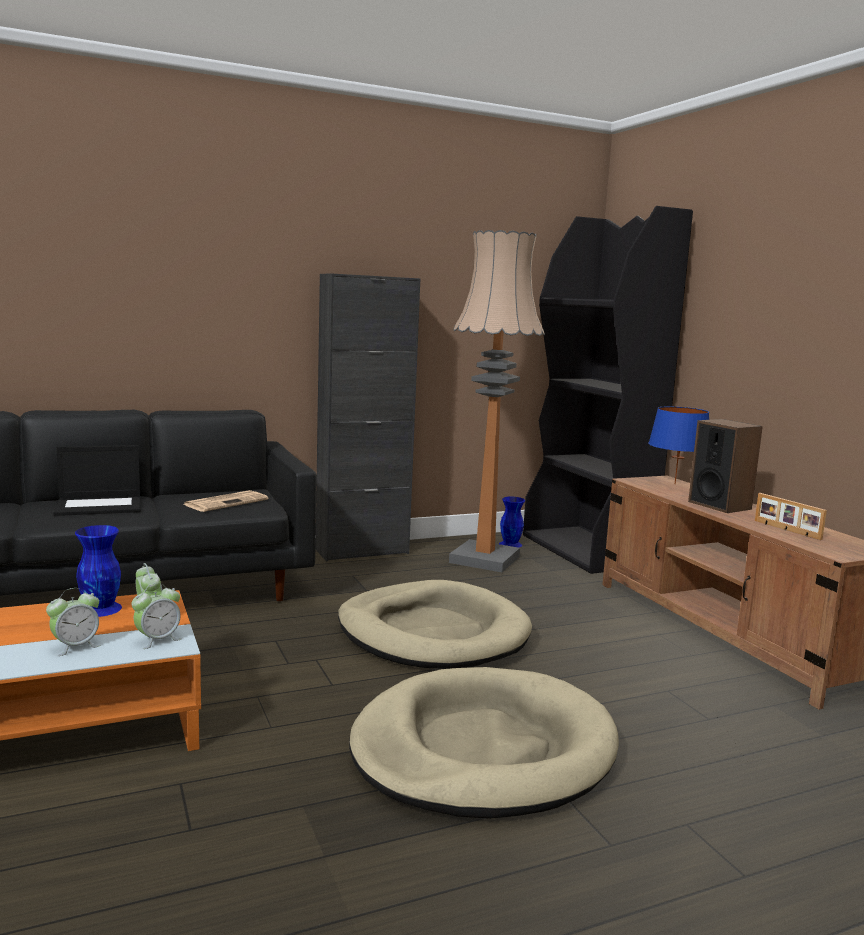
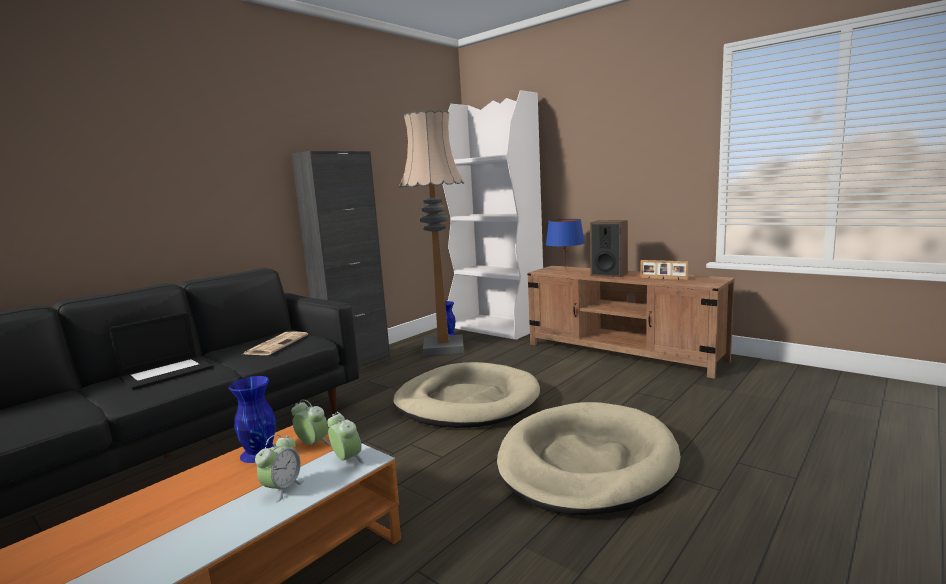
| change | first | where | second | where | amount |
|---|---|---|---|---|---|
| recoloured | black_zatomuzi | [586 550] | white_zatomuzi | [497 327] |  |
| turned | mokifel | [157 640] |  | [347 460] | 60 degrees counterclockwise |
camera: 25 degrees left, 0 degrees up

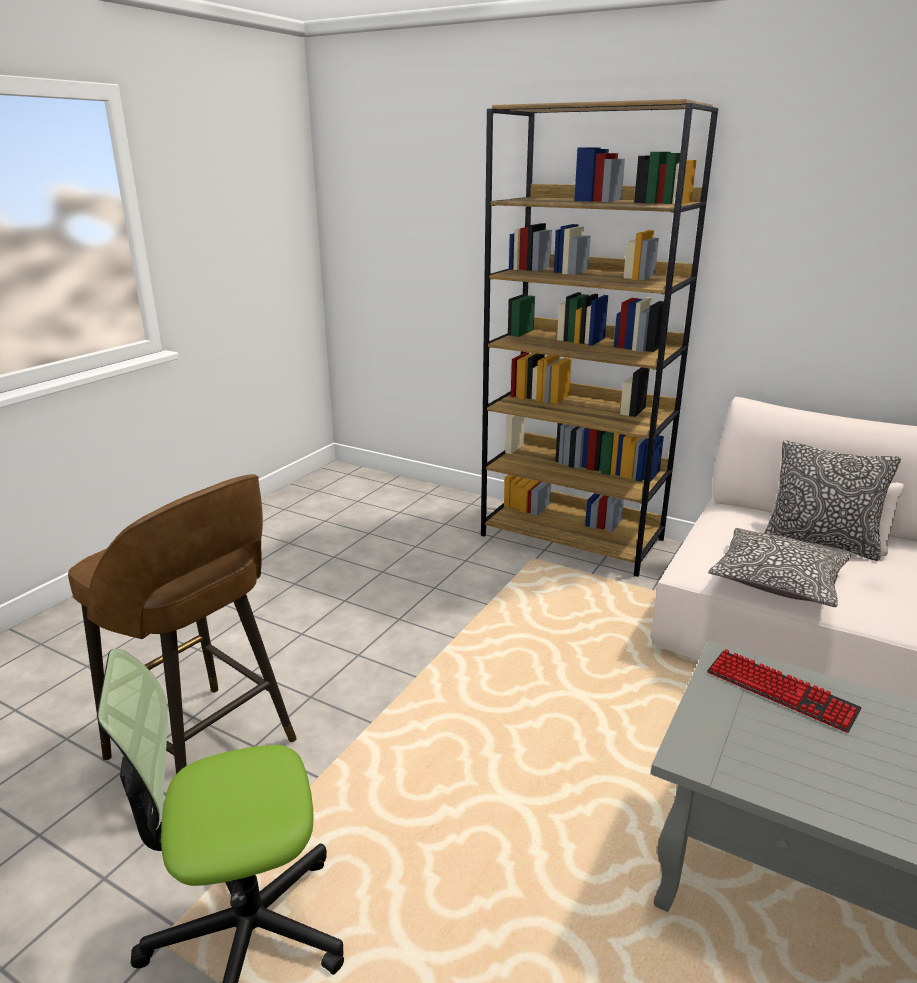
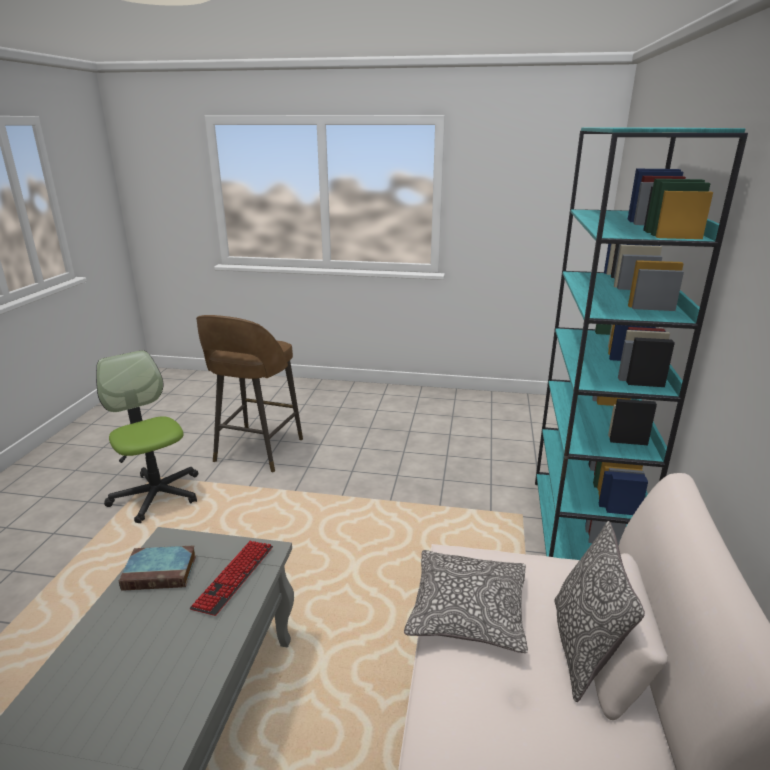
| change | first | where | second | where | amount |
|---|---|---|---|---|---|
| recoloured | brown_zatomuzi | [573 537] | turquoise_zatomuzi | [581 530] |  |
| added |  |  | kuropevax | [162 572] |  |
camera: 70 degrees right, 0 degrees up

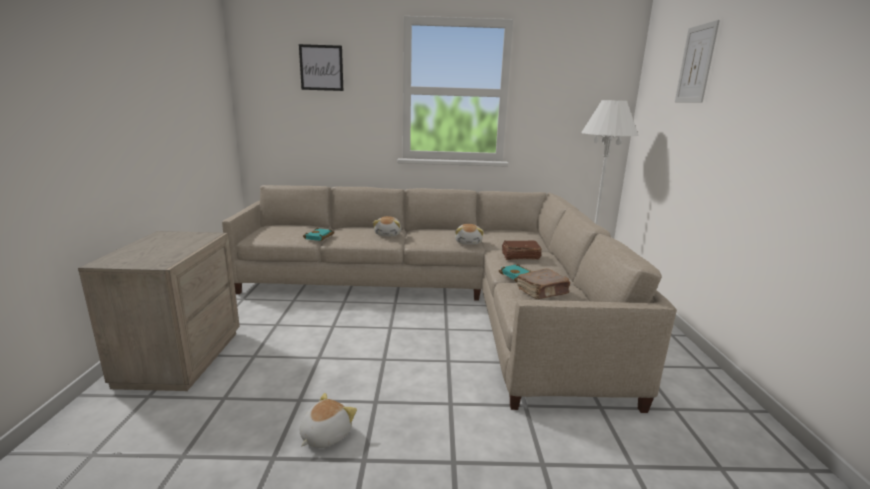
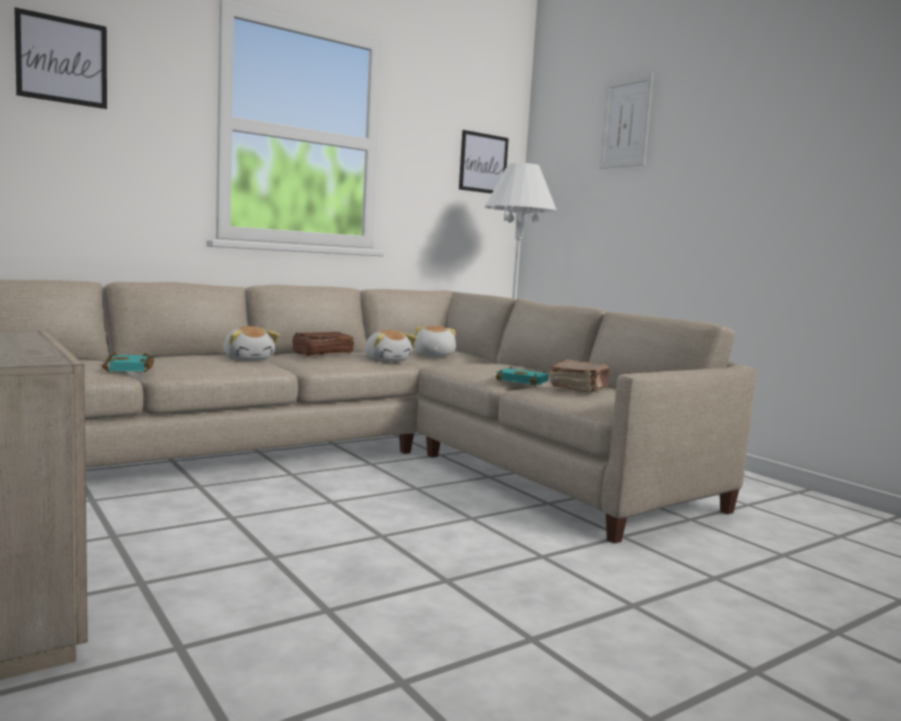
| change | first | where | second | where | amount |
|---|---|---|---|---|---|
| moved | brown_kuropevax | [520 257] |  | [321 354] |  |
| moved | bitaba | [325 435] |  | [433 355] |  |
| added |  |  | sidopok | [483 163] |  |
camera: 35 degrees left, 10 degrees down

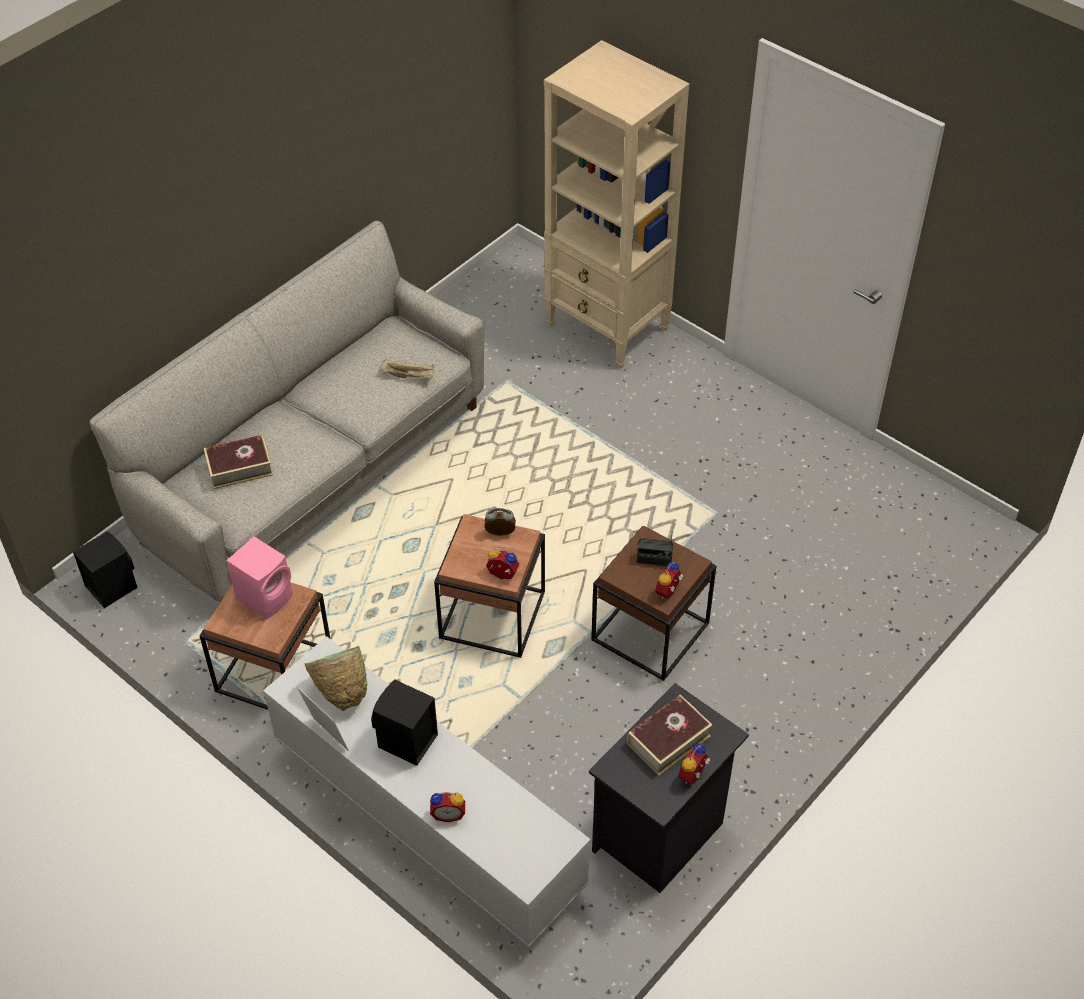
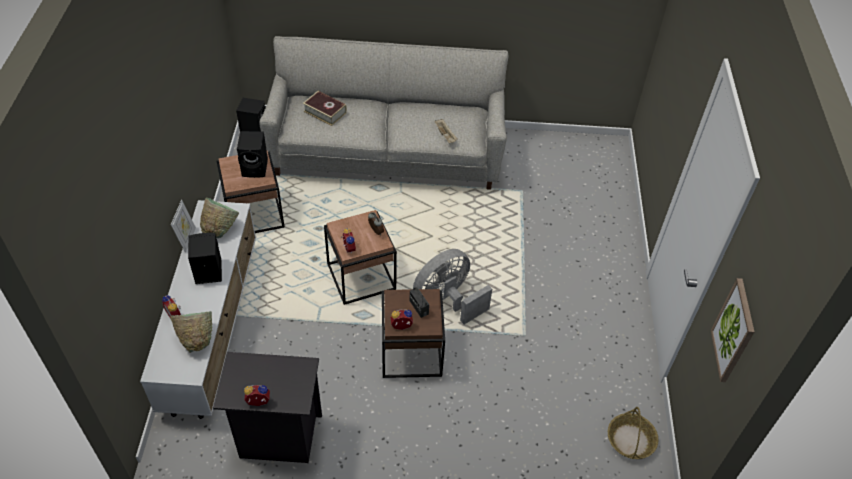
| change | first | where | second | where | amount |
|---|---|---|---|---|---|
| removed | beige_zatomuzi | [608 328] |  |  |  |
| recoloured | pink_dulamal | [266 596] | black_dulamal | [256 168] |  |
| removed | kuropevax | [668 740] |  |  |  |
| added |  |  | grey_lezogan | [447 301] |  |
| added |  |  | sidopok | [733 331] |  |
| added |  |  | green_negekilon | [196 338] |  |
| added |  |  | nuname | [630 440] |  |
camera: 50 degrees right, 0 degrees up

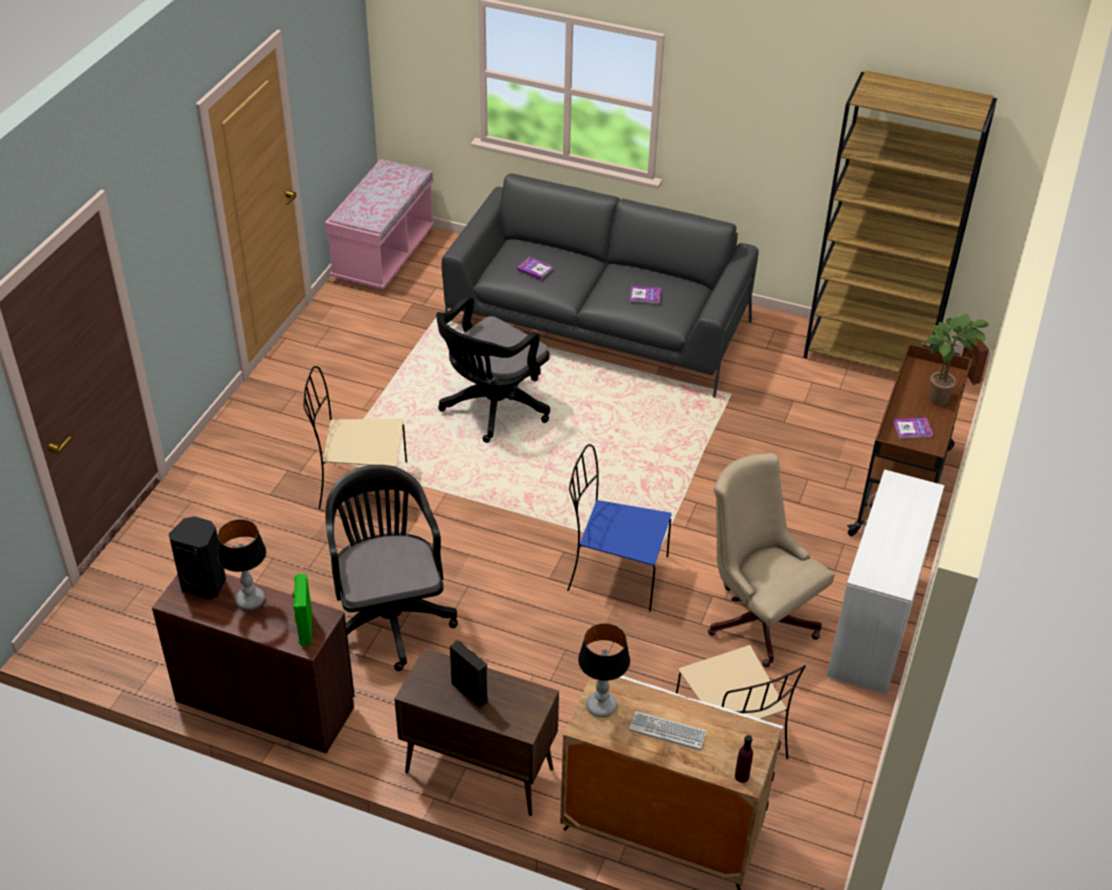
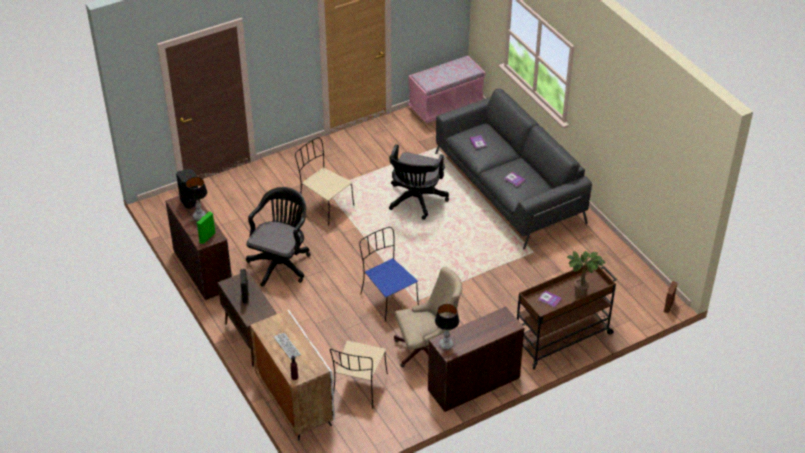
| change | first | where | second | where | amount |
|---|---|---|---|---|---|
| removed | brown_zatomuzi | [870 353] |  |  |  |
| turned | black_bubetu | [491 408] |  | [415 201] | 60 degrees counterclockwise |
| turned | beige_bubetu | [757 617] |  | [427 350] | 75 degrees clockwise |
| recoloured | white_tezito | [872 626] | brown_tezito | [473 383] |  |
| moved | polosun | [600 706] |  | [446 344] |  |
camera: 40 degrees right, 0 degrees up

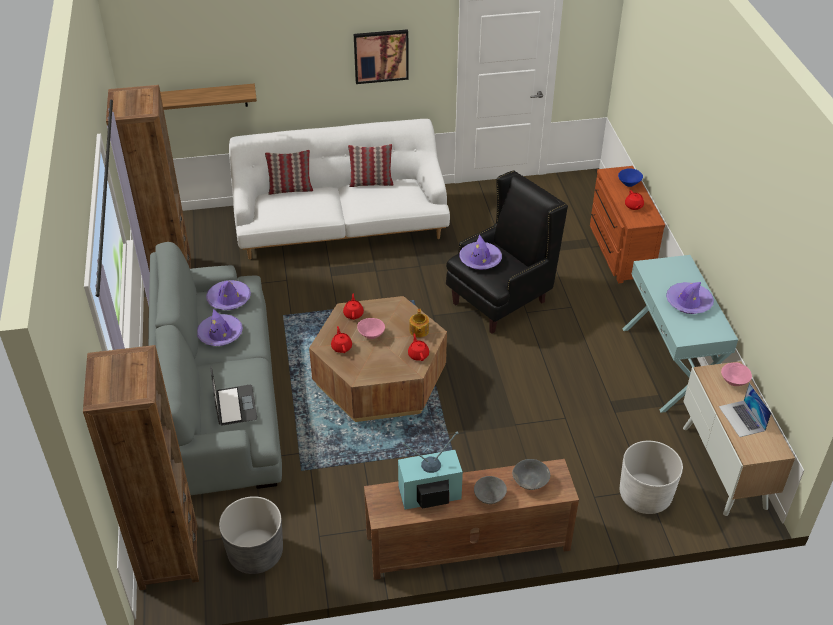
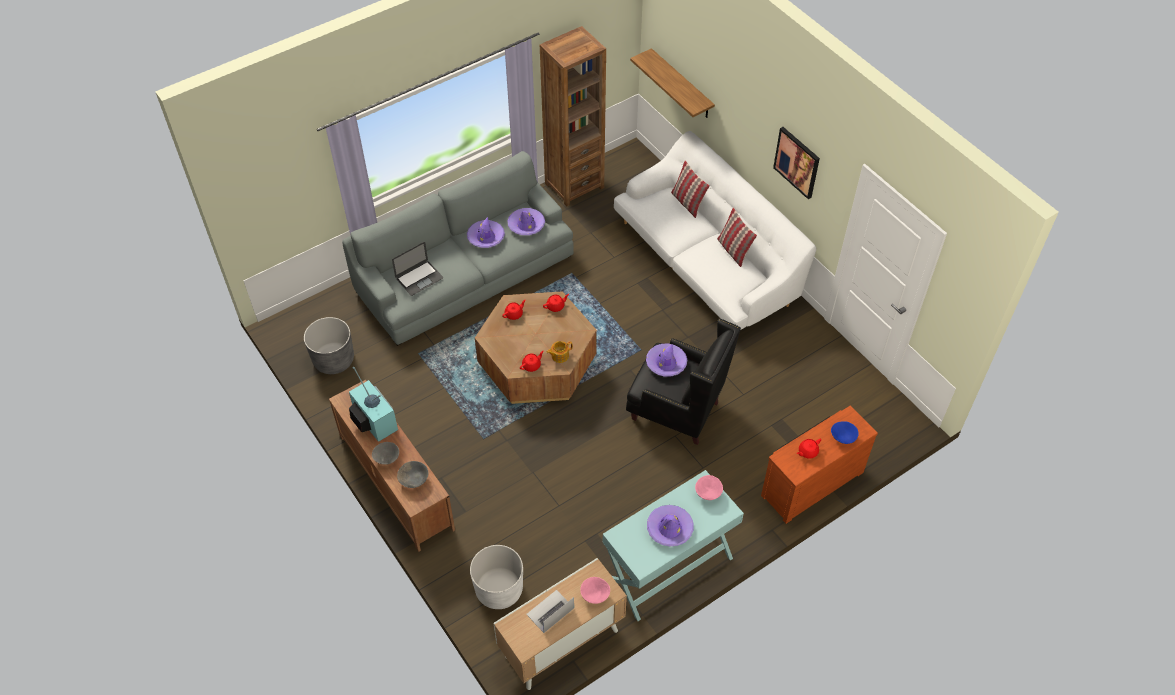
| change | first | where | second | where | amount |
|---|---|---|---|---|---|
| moved | pink_negekilon | [371 335] |  | [708 493] |  |
| removed | brown_zatomuzi | [168 556] |  |  |  |
camera: 65 degrees right, 10 degrees up

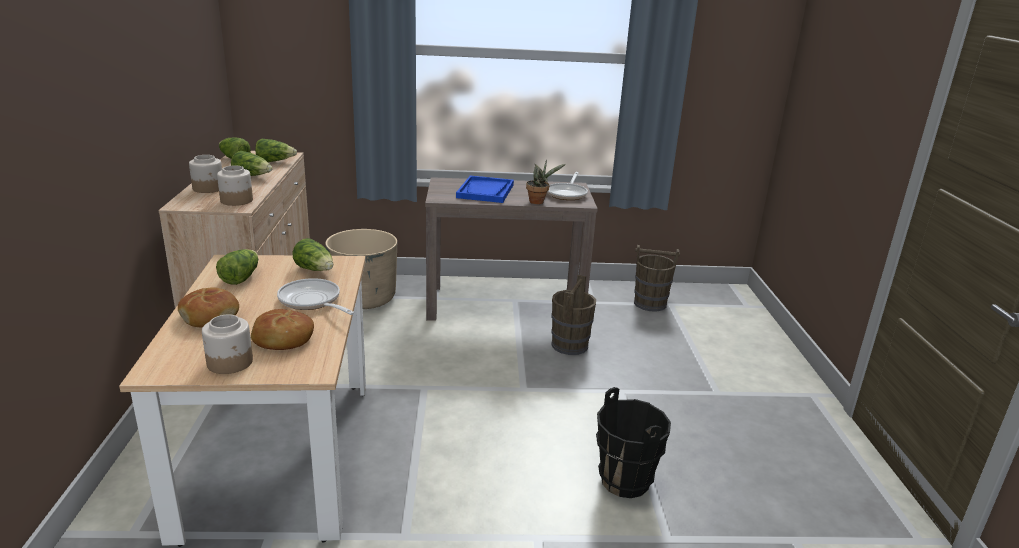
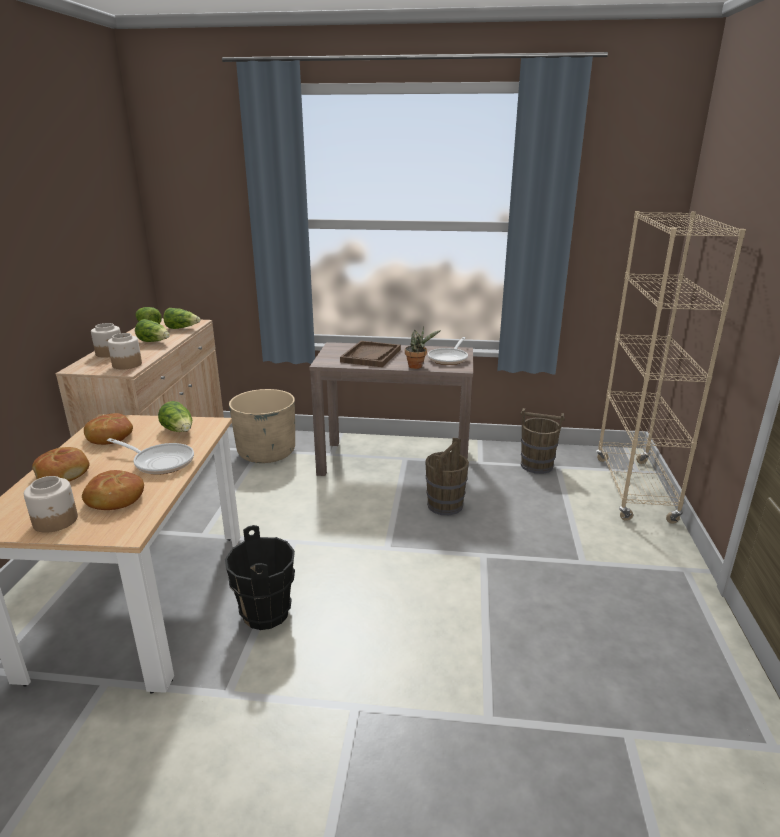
| change | first | where | second | where | amount |
|---|---|---|---|---|---|
| recoloured | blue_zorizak | [485 191] | brown_zorizak | [371 356] |  |
| replaced | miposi | [240 277] | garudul | [109 436] |  |
| turned | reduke | [312 301] |  | [160 462] | 150 degrees clockwise |
| moved | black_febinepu | [625 481] |  | [266 613] |  |
| added |  |  | beige_zatomuzi | [634 489] |  |
camera: 10 degrees right, 0 degrees up

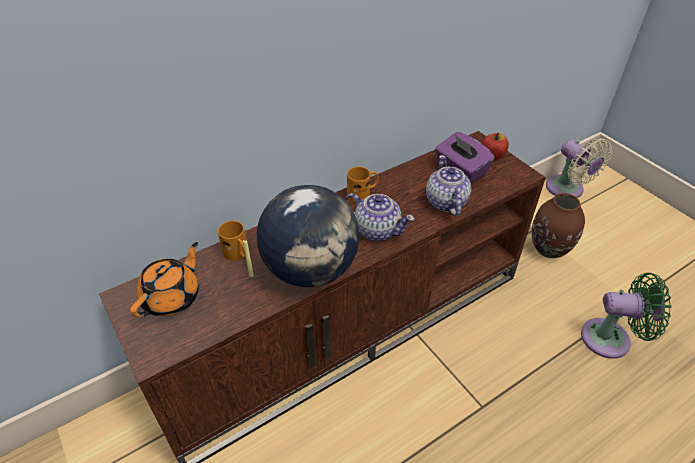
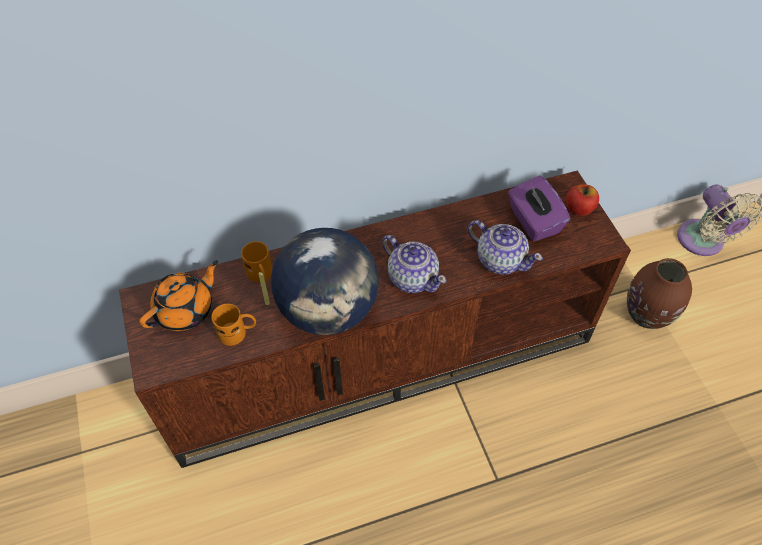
| change | first | where | second | where | amount |
|---|---|---|---|---|---|
| turned | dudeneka | [445 202] |  | [500 259] | 120 degrees clockwise |
| moved | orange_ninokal | [362 193] |  | [238 332] |  |
| removed | green_lezogan | [611 339] |  |  |  |
camera: 15 degrees right, 10 degrees up

